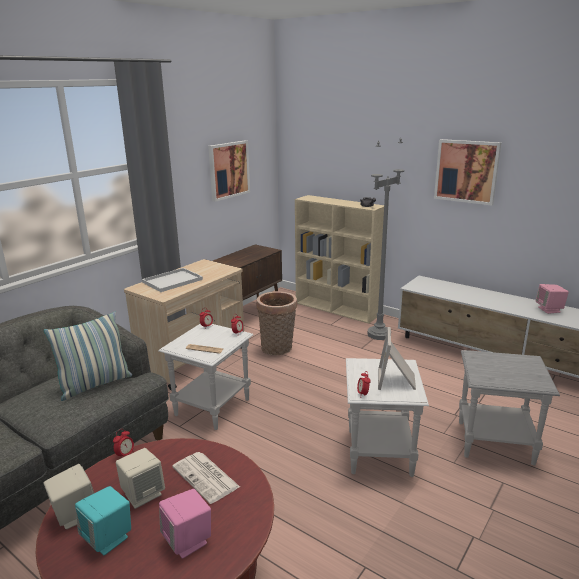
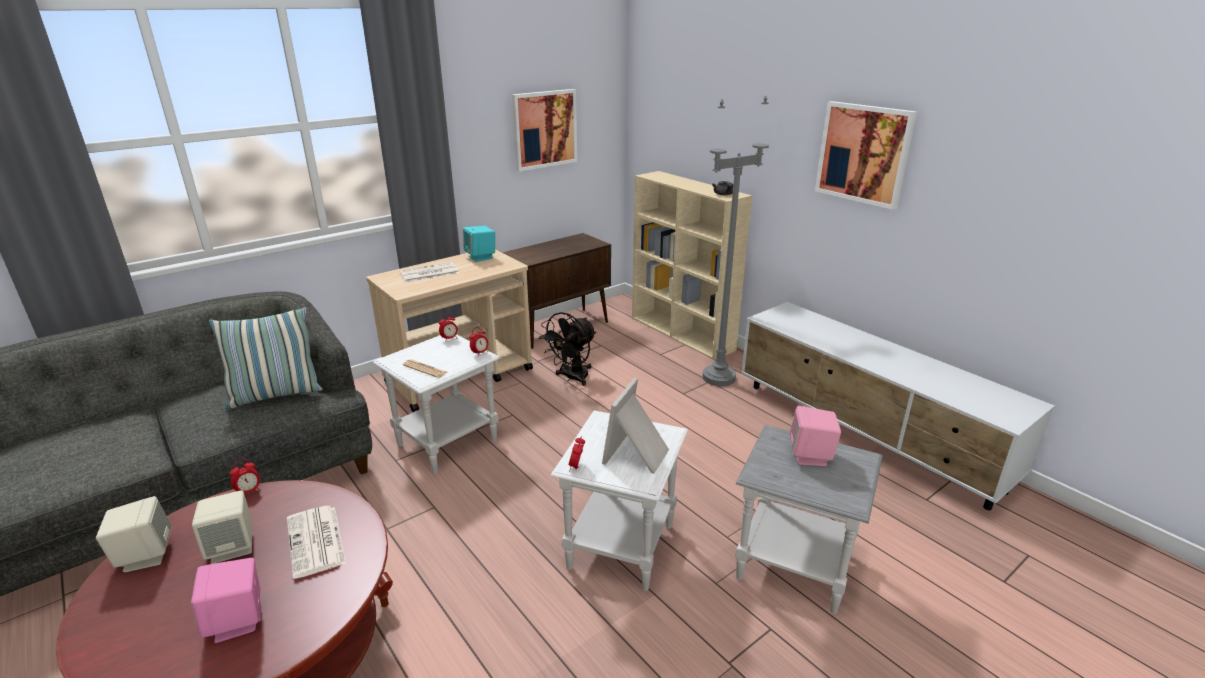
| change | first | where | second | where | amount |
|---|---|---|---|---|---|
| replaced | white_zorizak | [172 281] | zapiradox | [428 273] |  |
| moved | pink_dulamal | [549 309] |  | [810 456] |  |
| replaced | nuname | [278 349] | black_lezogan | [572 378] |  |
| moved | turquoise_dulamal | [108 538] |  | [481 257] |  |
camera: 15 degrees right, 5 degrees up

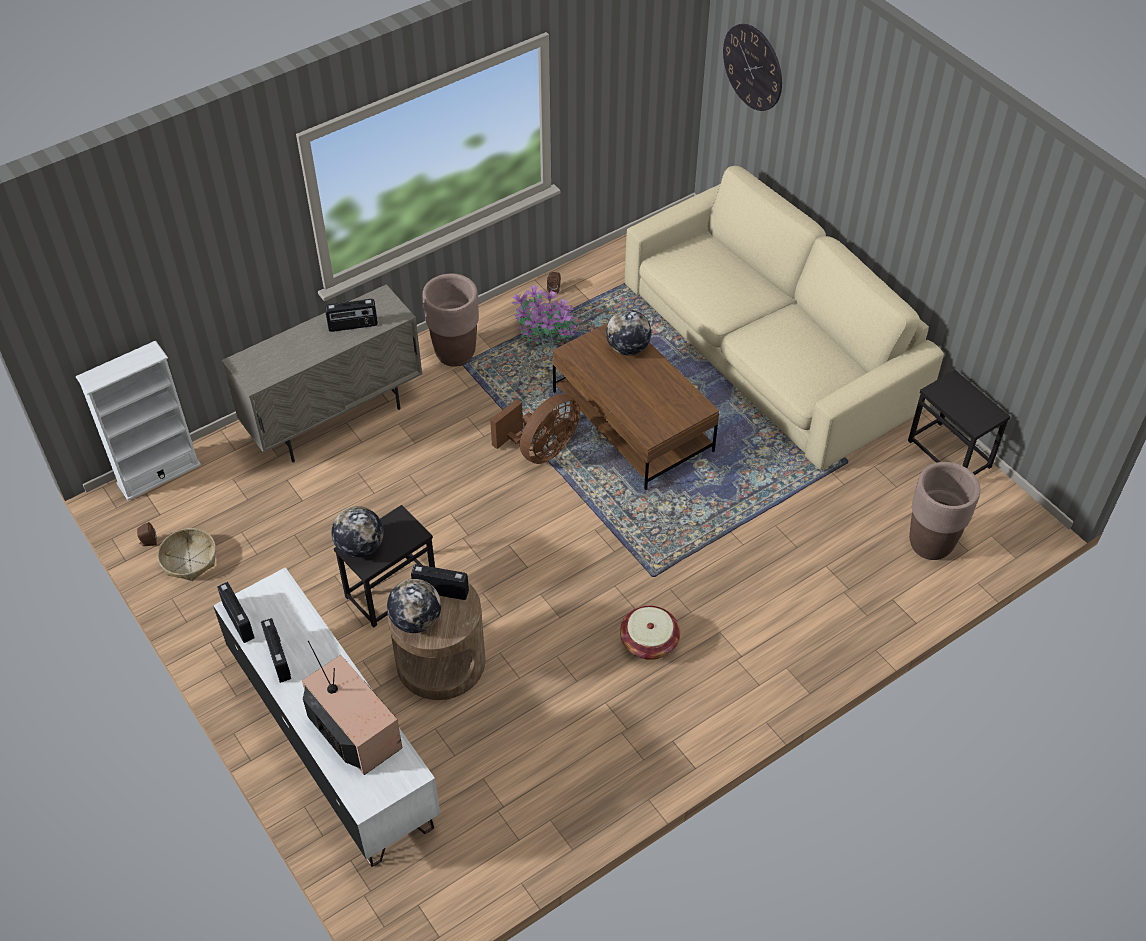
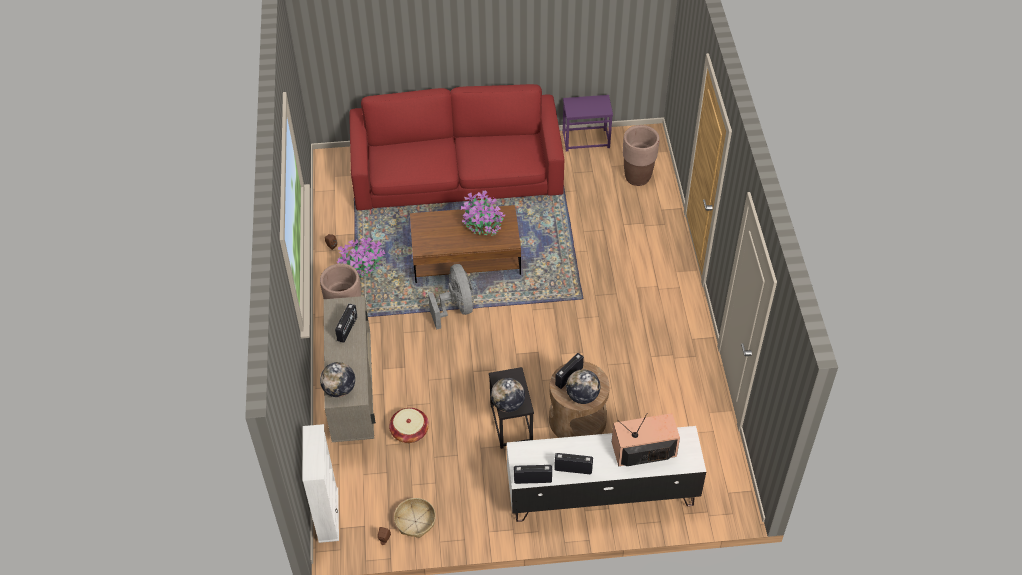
| change | first | where | second | where | amount |
|---|---|---|---|---|---|
| removed | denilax | [753 67] |  |  |  |
| recoloured | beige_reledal | [768 347] | red_reledal | [457 173] |  |
| moved | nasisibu | [627 348] |  | [339 389] |  |
| recoloured | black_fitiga | [950 453] | purple_fitiga | [586 140] |  |
| recoloured | brown_lezogan | [541 450] | grey_lezogan | [456 308] |  |
| moved | nuname | [649 642] |  | [409 431] |  |
| added |  |  | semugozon | [482 224] |  |
camera: 60 degrees left, 0 degrees up

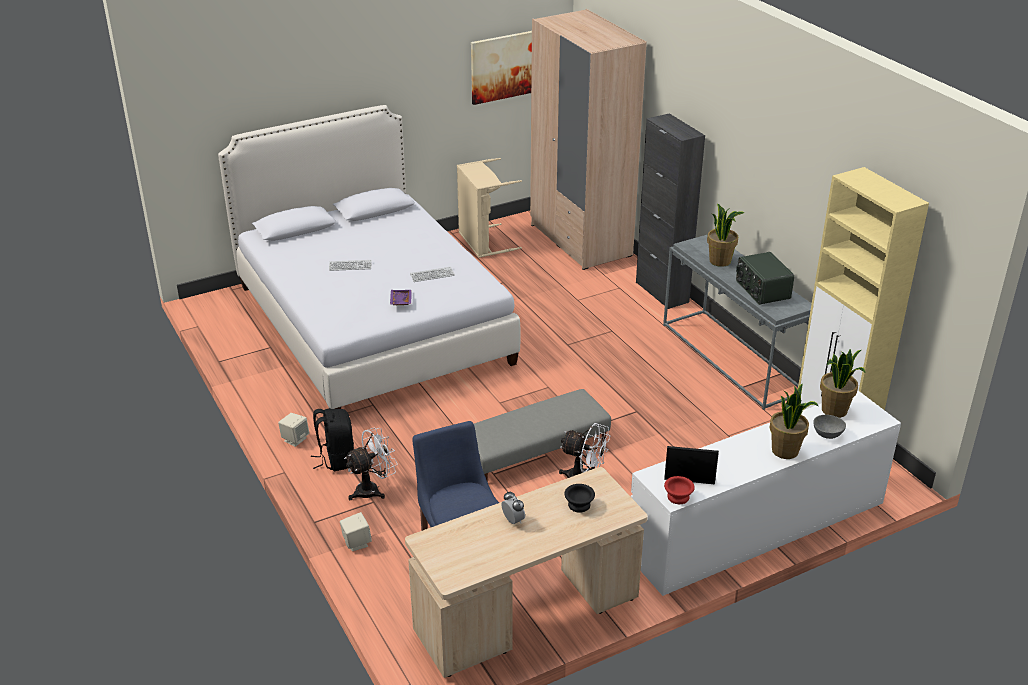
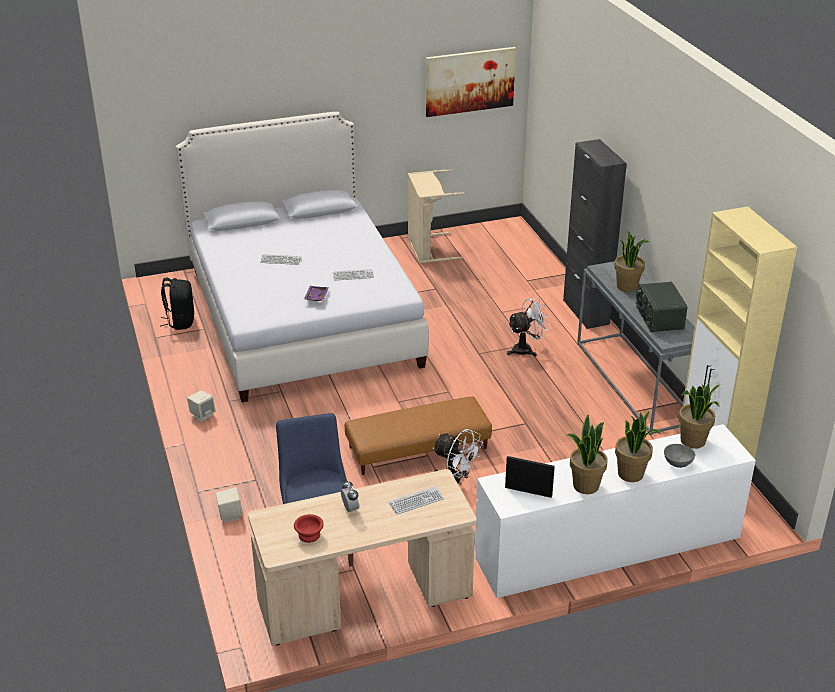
| change | first | where | second | where | amount |
|---|---|---|---|---|---|
| removed | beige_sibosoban | [580 240] |  |  |  |
| recoloured | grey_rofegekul | [534 449] | brown_rofegekul | [418 448] |  |
| moved | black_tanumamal | [336 459] |  | [180 322] |  |
| moved | white_lezogan | [372 489] |  | [526 349] |  |
| moved | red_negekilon | [678 496] |  | [310 535] |  |
| replaced | black_negekilon | [579 504] | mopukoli | [416 501] |  |
| added |  |  | semugozon | [585 485] |  |
camera: 10 degrees right, 0 degrees up

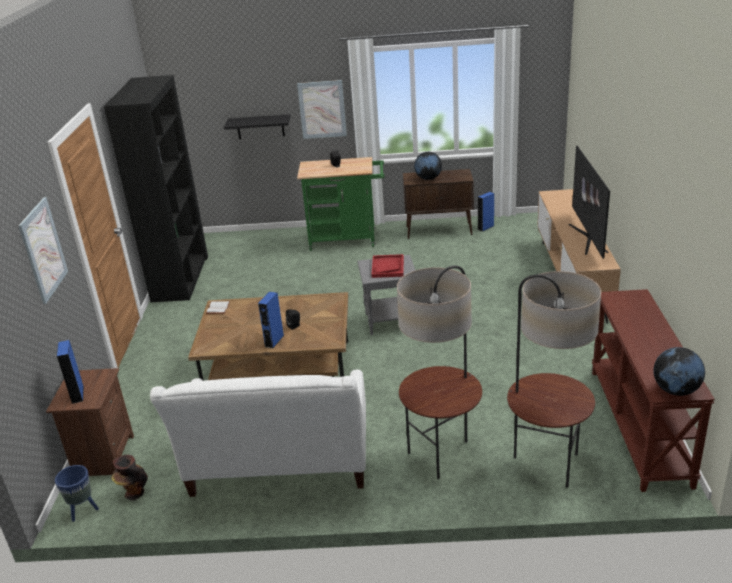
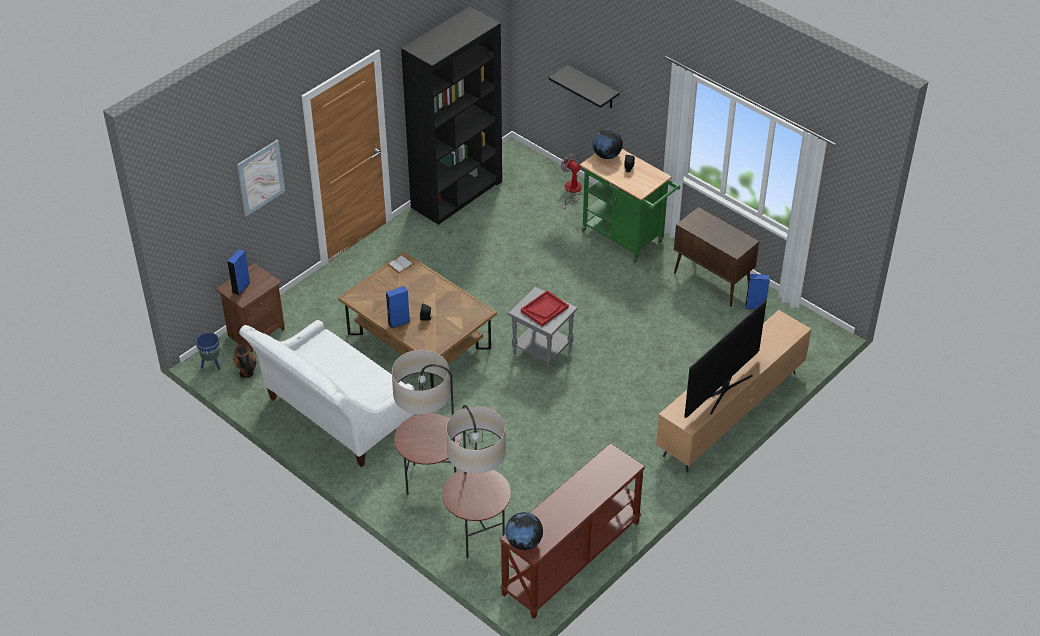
| change | first | where | second | where | amount |
|---|---|---|---|---|---|
| removed | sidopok | [322 109] |  |  |  |
| moved | nasisibu | [428 178] |  | [607 155] |  |
| added |  |  | lezogan | [571 191] |  |
camera: 40 degrees right, 15 degrees up

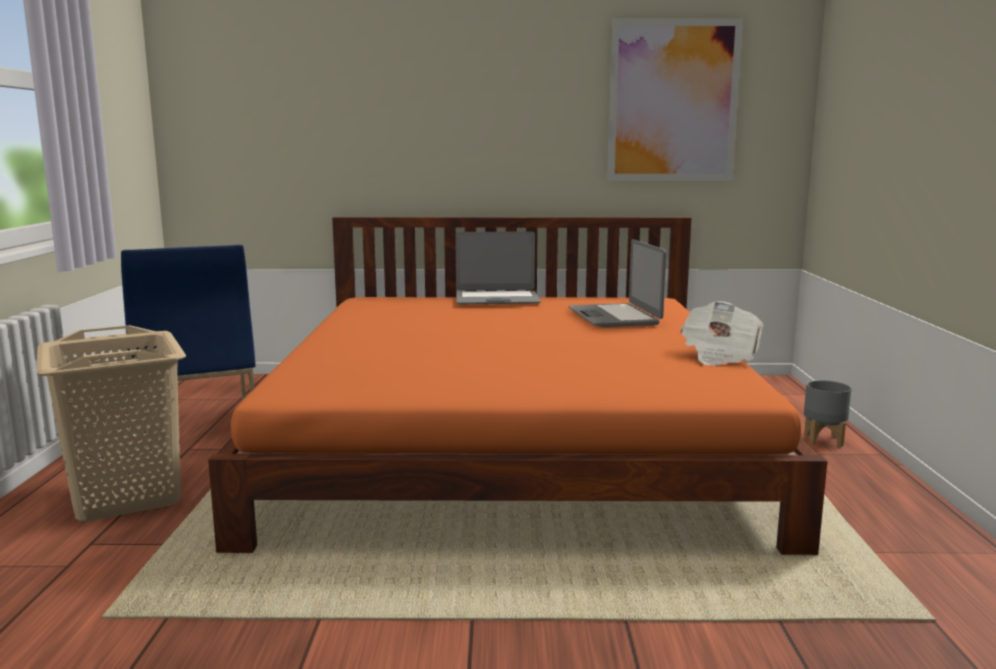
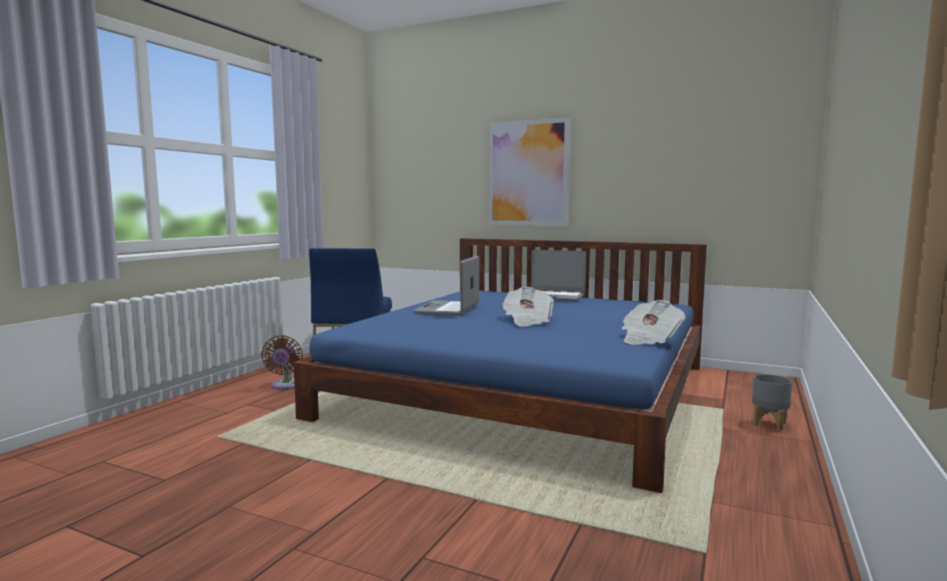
| change | first | where | second | where | amount |
|---|---|---|---|---|---|
| moved | sidopok | [672 101] |  | [528 173] |  |
| recoloured | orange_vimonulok | [512 440] | blue_vimonulok | [525 390] |  |
| moved | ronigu | [614 317] |  | [448 309] |  |
| replaced | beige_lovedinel | [127 496] | brown_lezogan | [286 386] |  |
| added |  |  | zapiradox | [527 321] |  |
camera: 25 degrees right, 5 degrees down

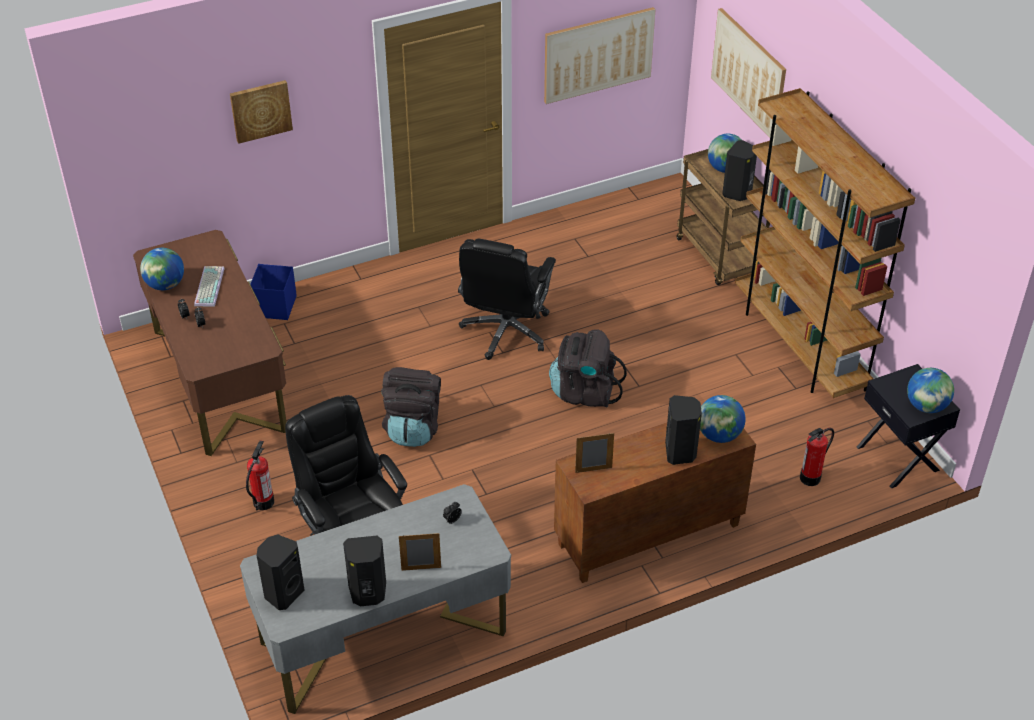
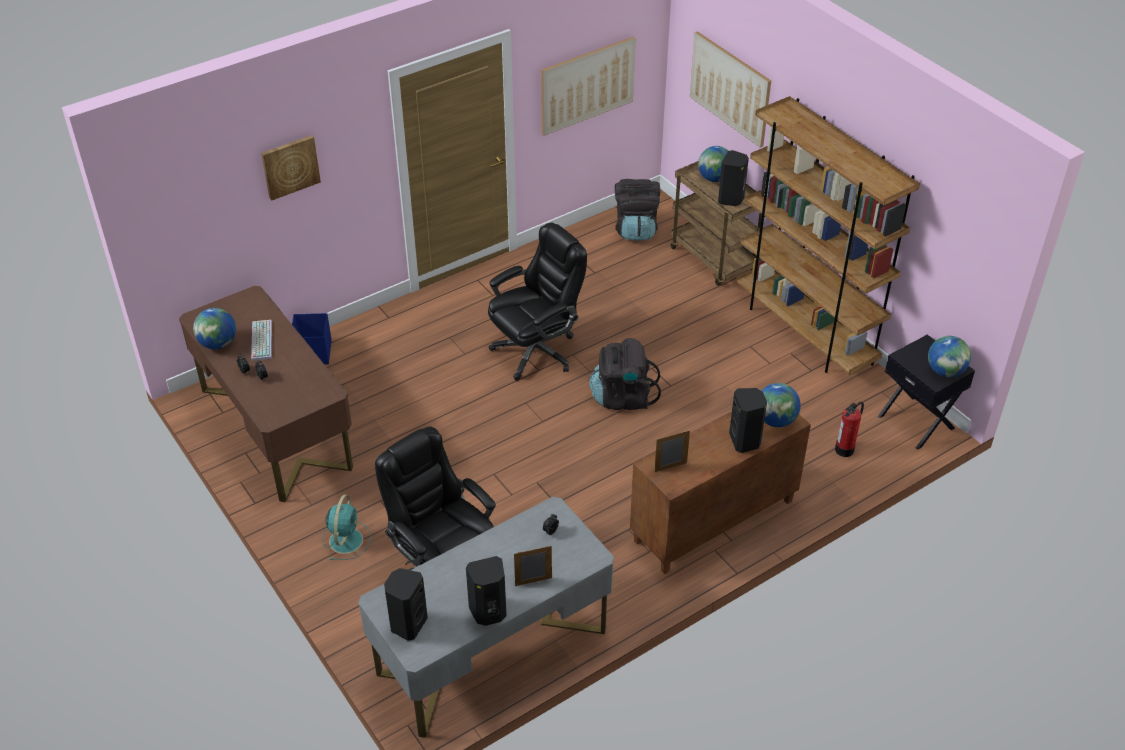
| change | first | where | second | where | amount |
|---|---|---|---|---|---|
| turned | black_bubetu | [505 332] |  | [536 351] | 135 degrees counterclockwise |
| moved | black_tanumamal | [413 427] |  | [636 229] |  |
| replaced | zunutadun | [263 502] | turquoise_lezogan | [346 539] |  |
camera: 10 degrees left, 0 degrees up

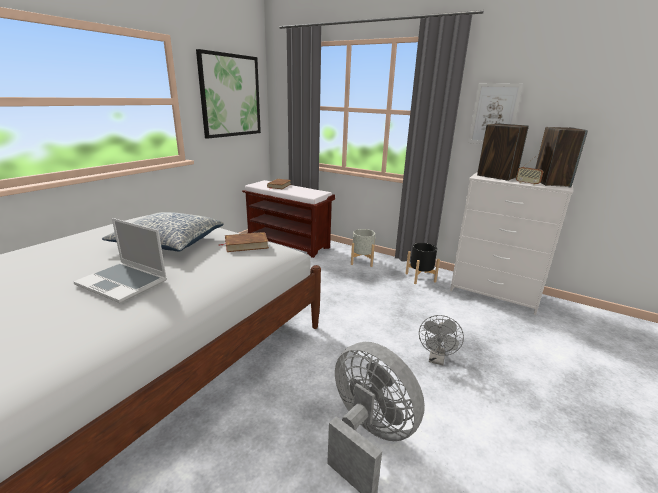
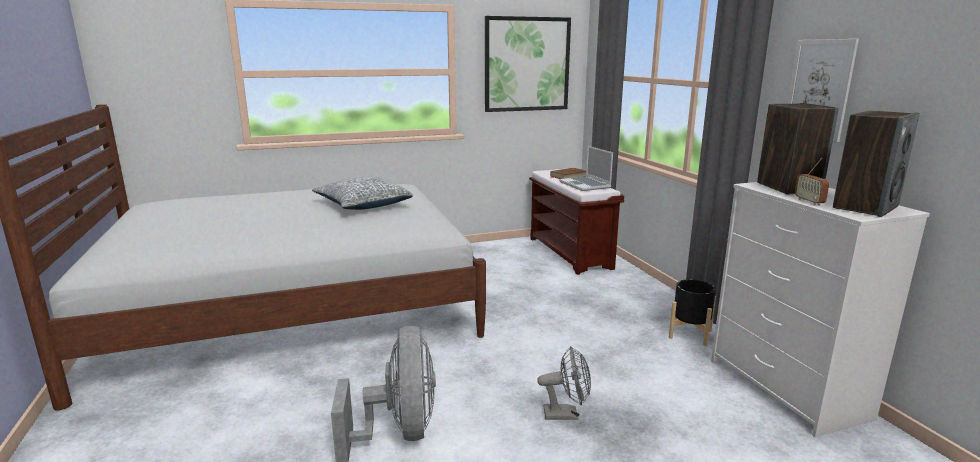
| change | first | where | second | where | amount |
|---|---|---|---|---|---|
| moved | ronigu | [124 283] |  | [585 185] |  |
| removed | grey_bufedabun | [362 261] |  |  |  |
| removed | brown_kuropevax | [246 245] |  |  |  |
| turned | grey_lezogan | [436 359] |  | [566 414] | 150 degrees counterclockwise |
camera: 40 degrees right, 5 degrees down

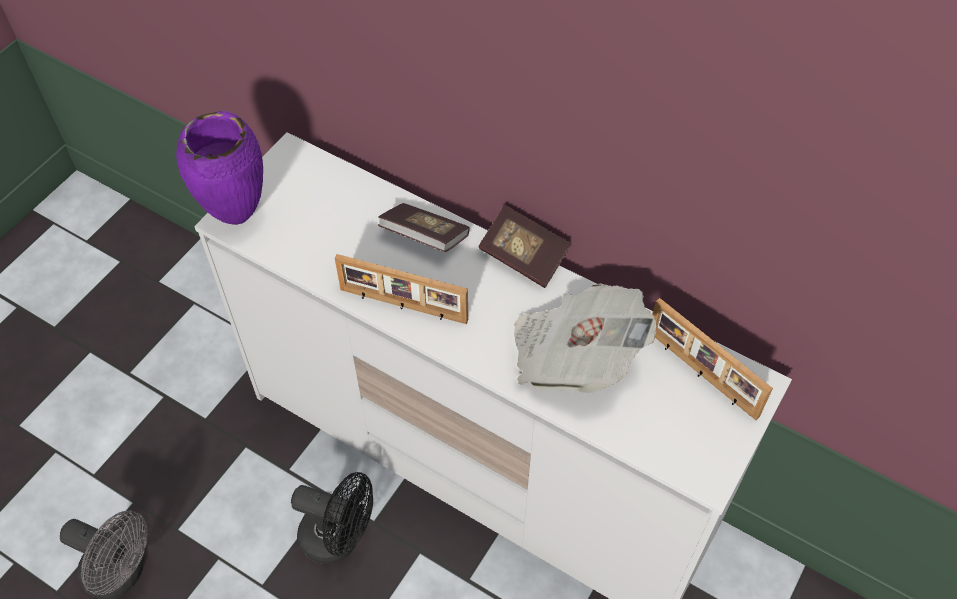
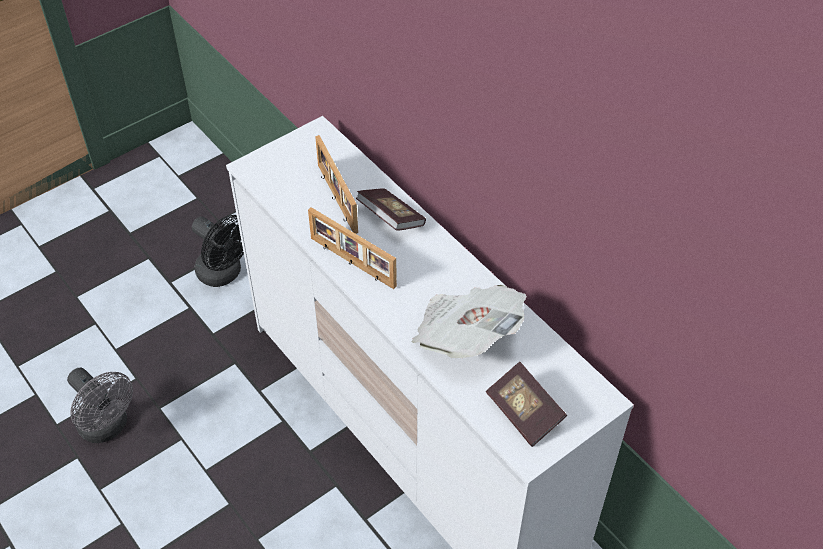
| change | first | where | second | where | amount |
|---|---|---|---|---|---|
| removed | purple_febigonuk | [236 216] |  |  |  |
| moved | kuropevax | [523 257] |  | [524 412] |  |
| moved | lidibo | [701 374] |  | [336 198] |  |
| moved | black_lezogan | [339 538] |  | [224 274] |  |
camera: 20 degrees right, 5 degrees down

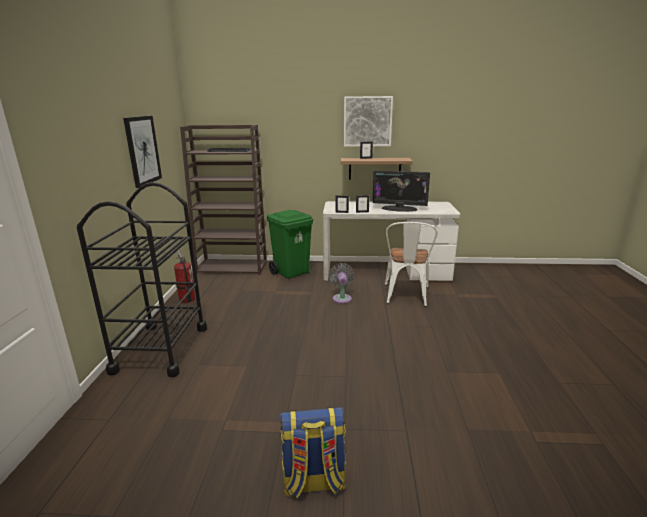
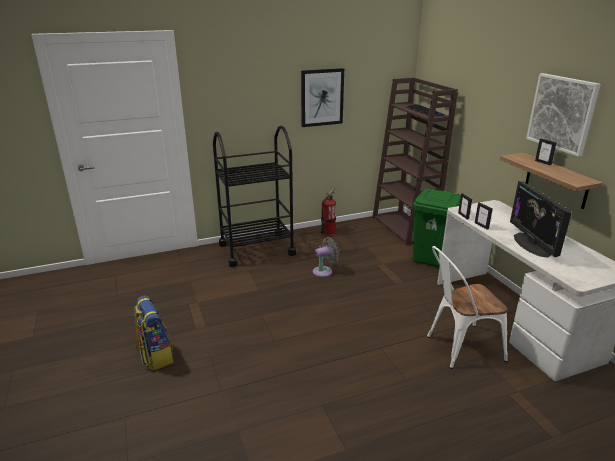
| change | first | where | second | where | amount |
|---|---|---|---|---|---|
| moved | grey_lezogan | [342 298] |  | [324 271] |  |
camera: 65 degrees right, 5 degrees up

